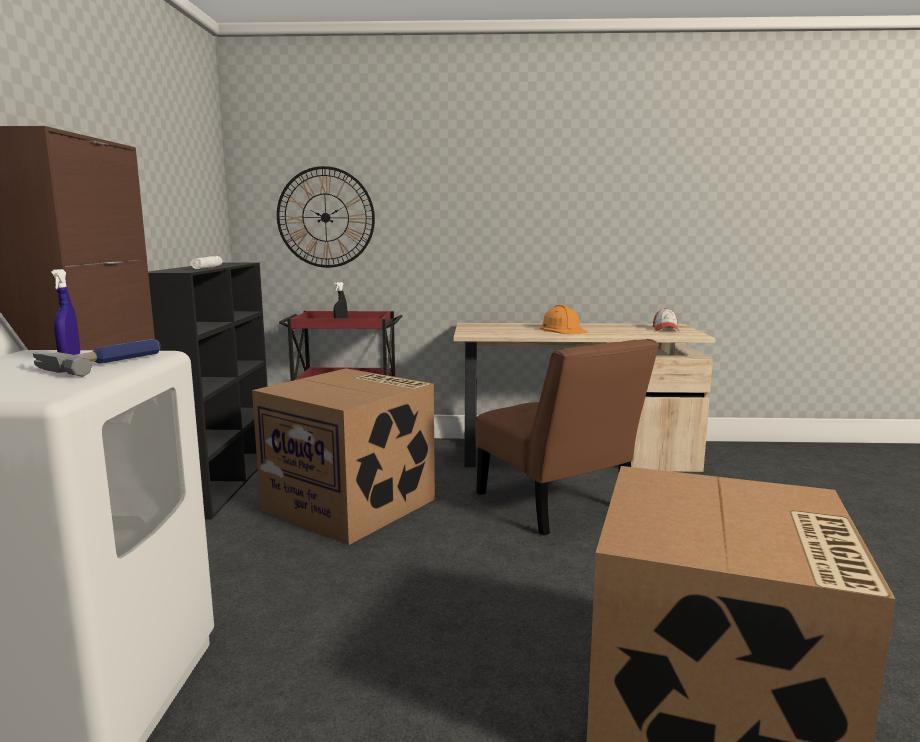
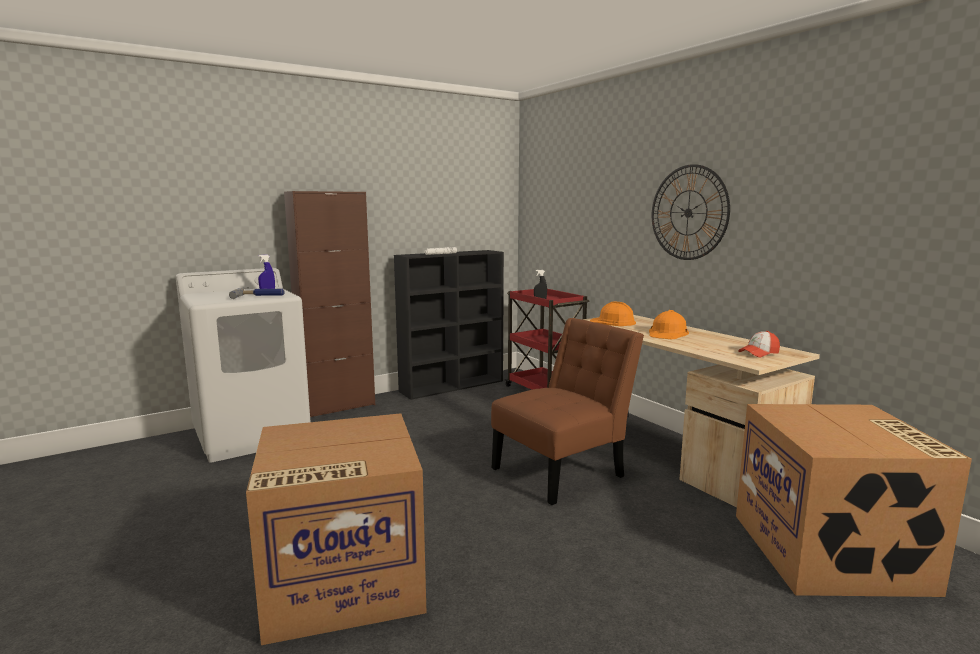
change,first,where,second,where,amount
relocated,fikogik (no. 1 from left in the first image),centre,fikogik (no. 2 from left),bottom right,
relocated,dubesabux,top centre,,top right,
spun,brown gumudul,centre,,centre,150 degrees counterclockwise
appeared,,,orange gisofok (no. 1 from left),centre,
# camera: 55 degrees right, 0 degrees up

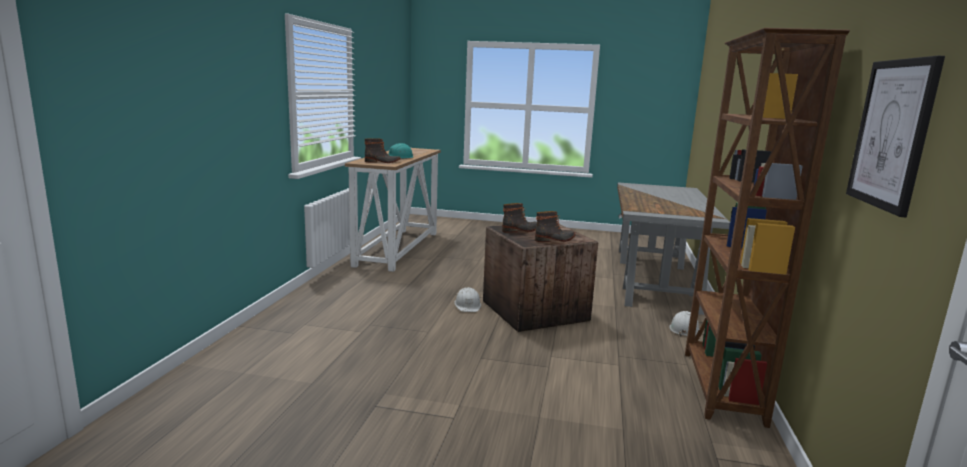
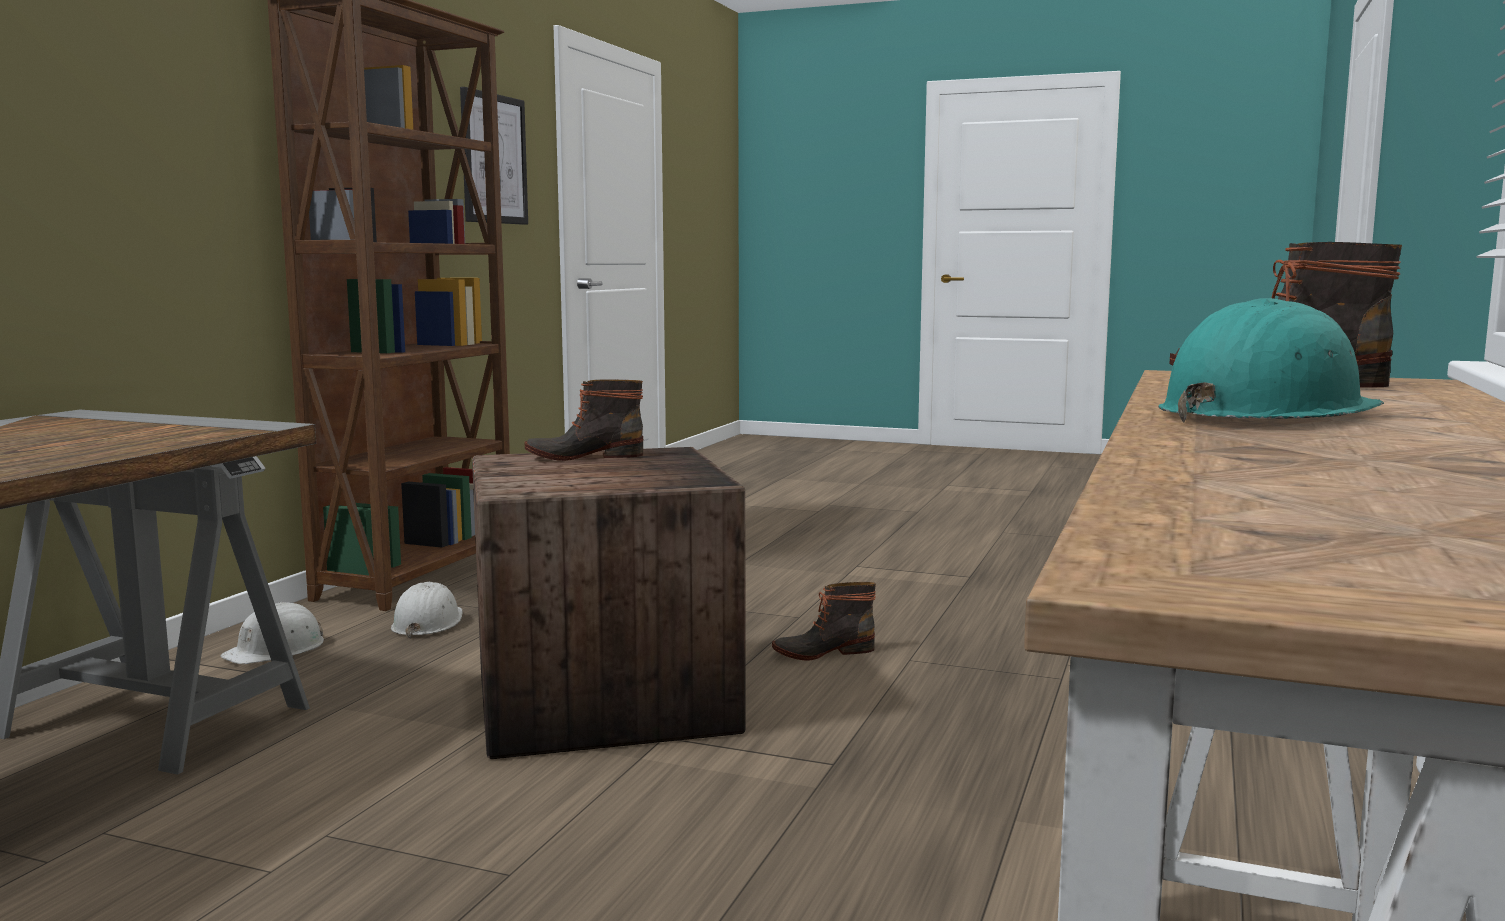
change,first,where,second,where,amount
relocated,white gisofok (no. 1 from left in the first image),centre,white gisofok (no. 2 from left),middle left,
relocated,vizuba (no. 2 from left),centre,,bottom centre,
# camera: 170 degrees left, 5 degrees down

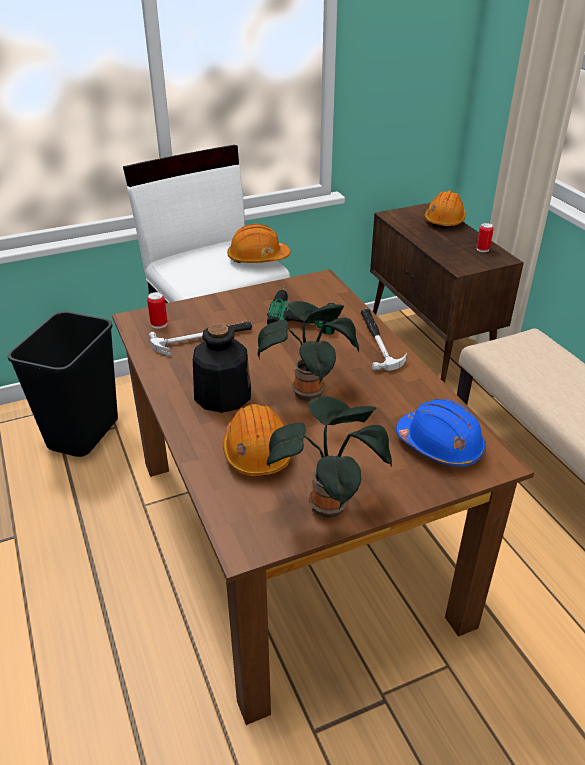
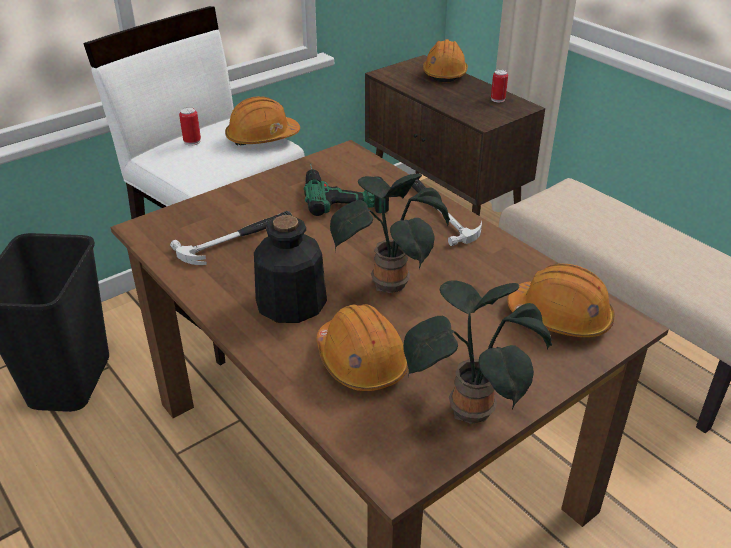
change,first,where,second,where,amount
relocated,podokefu (no. 1 from left),middle left,,top left,
colour,blue gisofok,middle right,orange gisofok (no. 4 from left),middle right,
# camera: 15 degrees left, 0 degrees up

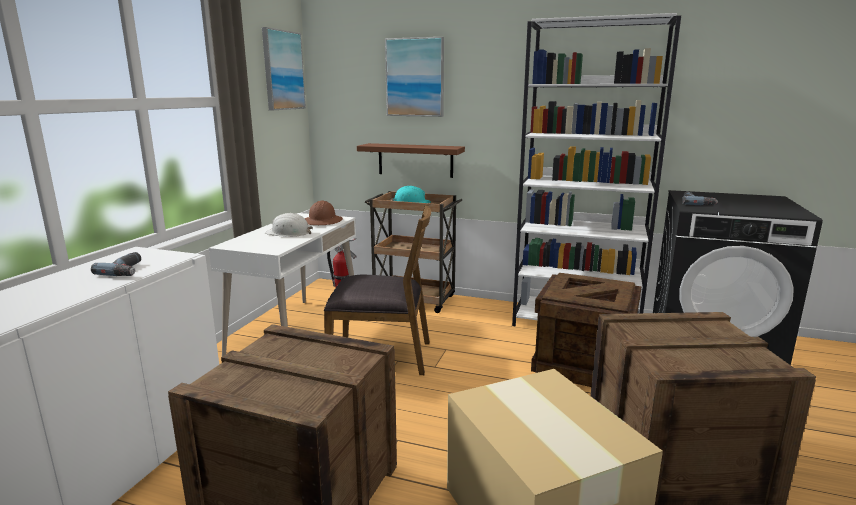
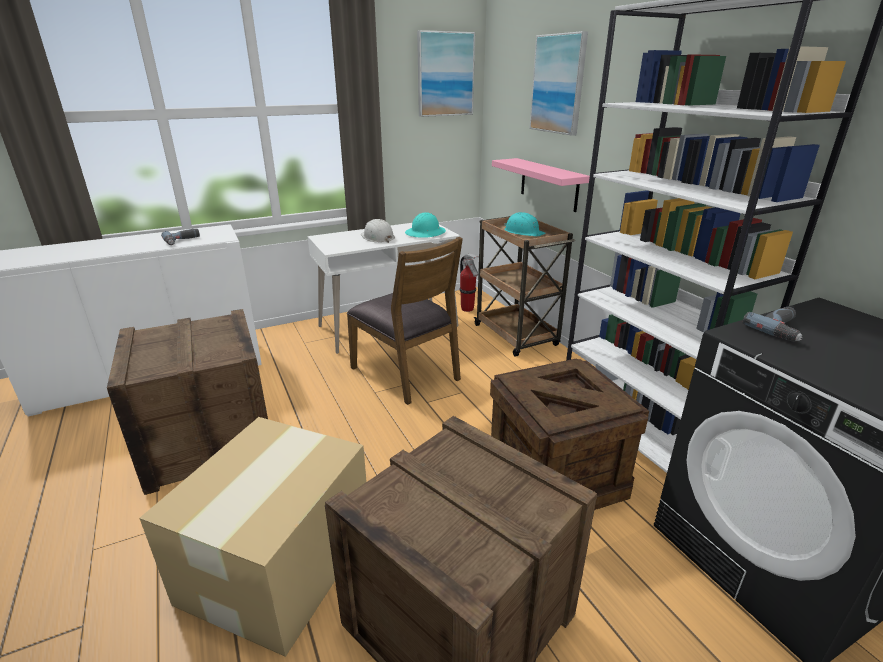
change,first,where,second,where,amount
colour,brown gisofok,centre,turquoise gisofok (no. 1 from left),centre,
colour,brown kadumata,top centre,pink kadumata,top centre,
# camera: 45 degrees right, 10 degrees up

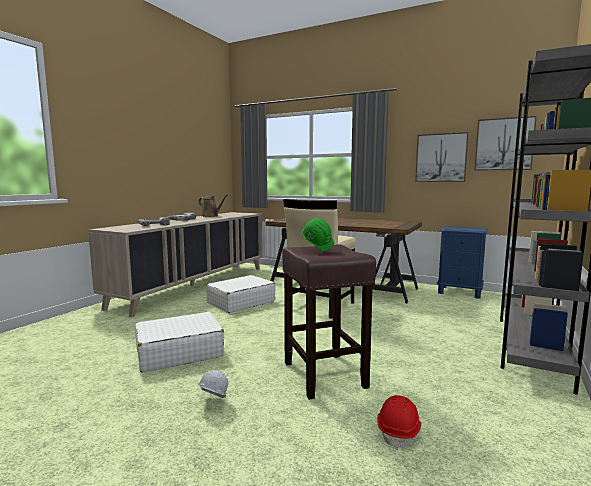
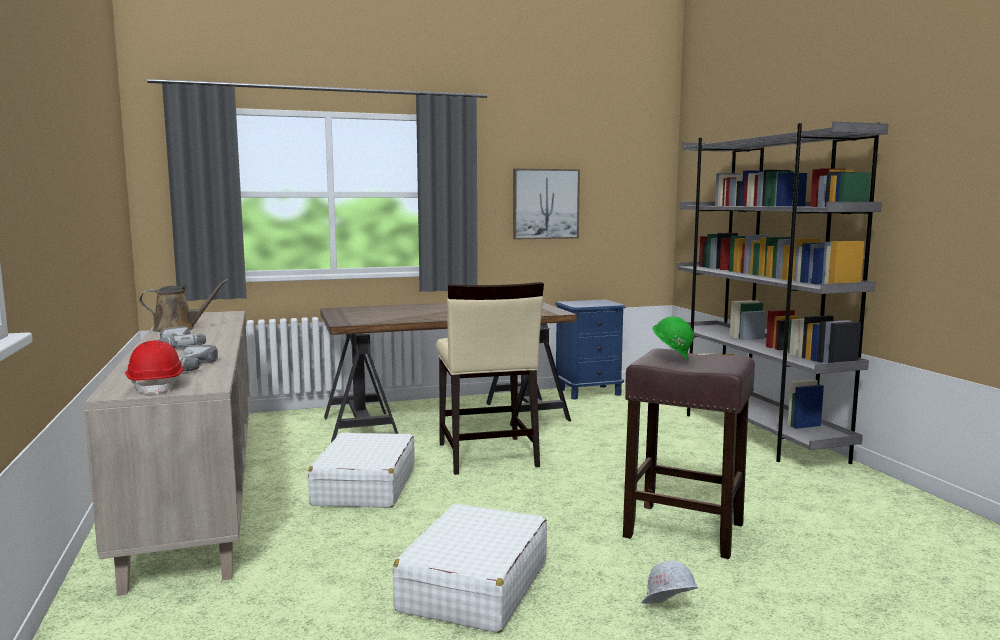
change,first,where,second,where,amount
relocated,red gisofok,bottom right,,middle left,
missing,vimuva (no. 2 from left),top right,,,
# camera: 45 degrees left, 0 degrees up

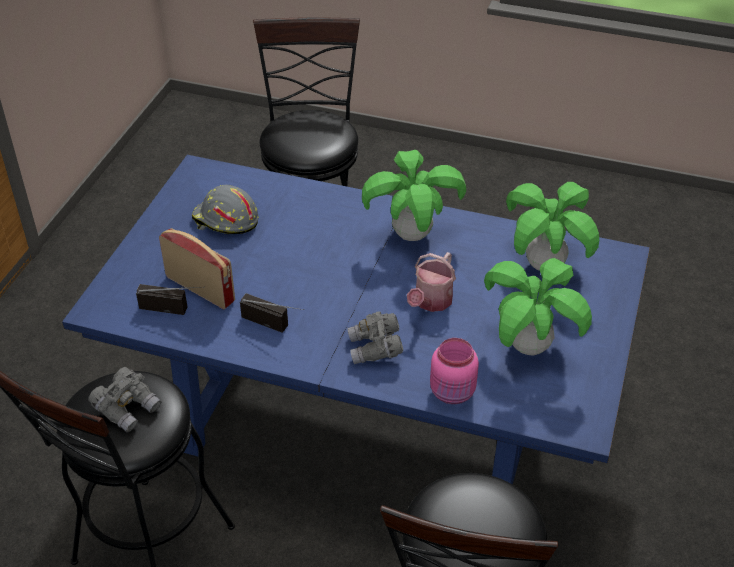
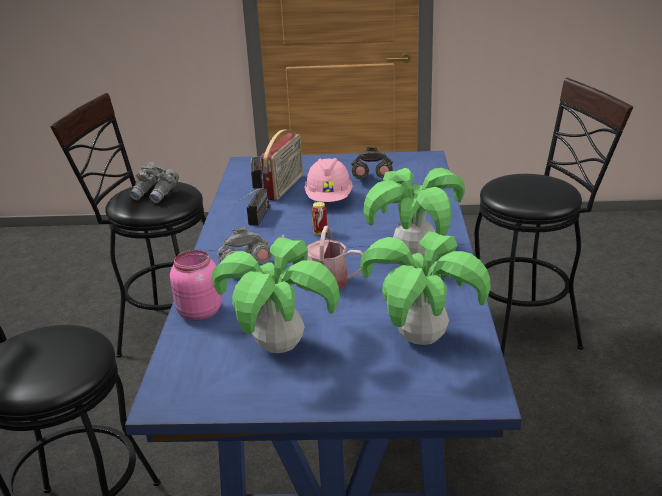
change,first,where,second,where,amount
exchanged,grey gisofok,middle left,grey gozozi (no. 3 from left),top centre,
appeared,,,pink gisofok,centre,
appeared,,,podokefu,centre,
# camera: 75 degrees right, 15 degrees down

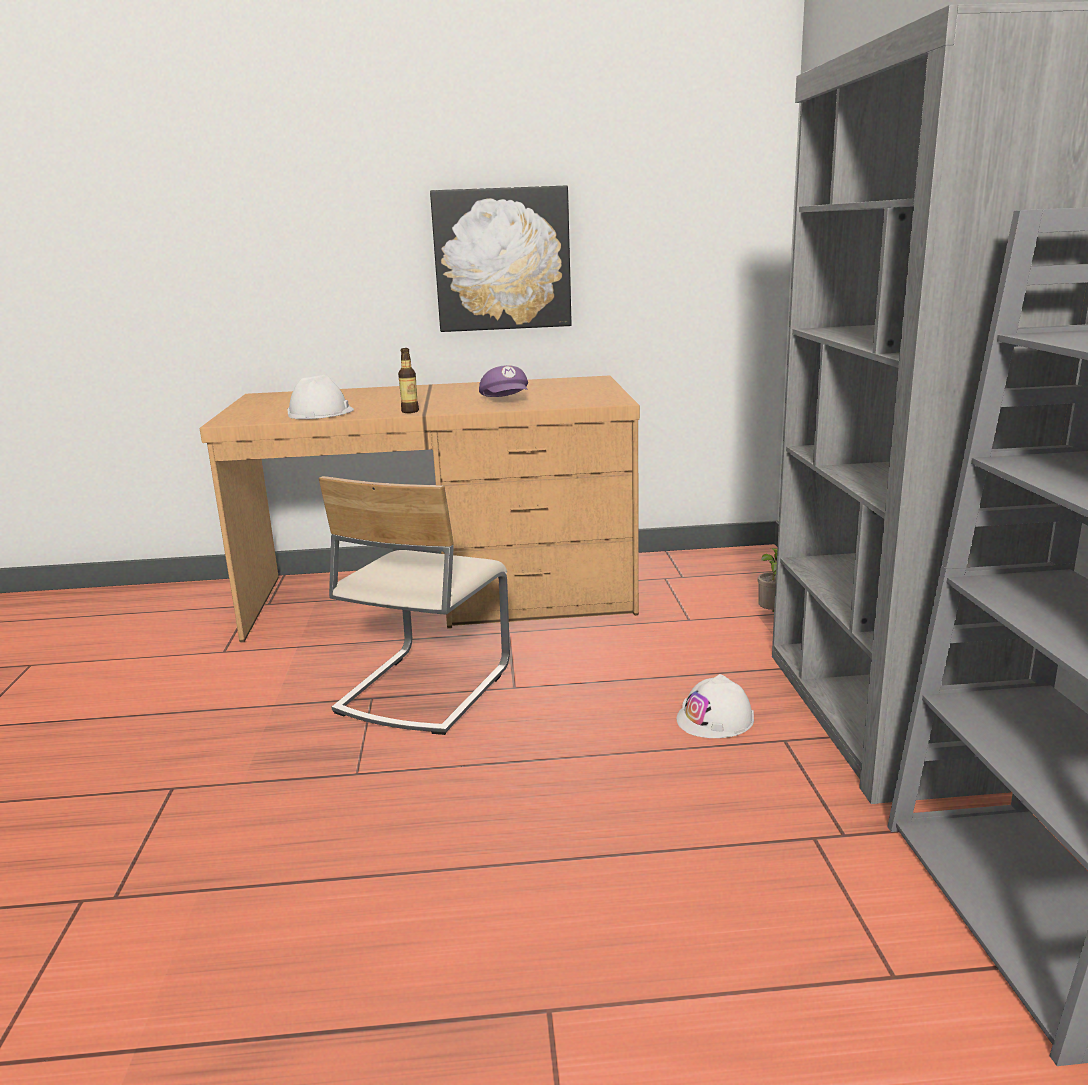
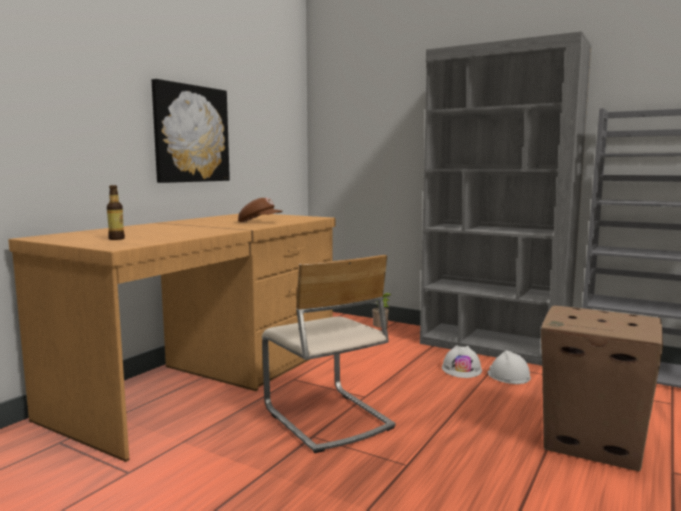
change,first,where,second,where,amount
relocated,white gisofok (no. 1 from left in the first image),middle left,white gisofok (no. 2 from left),bottom right,
relocated,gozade,centre,,middle left,
colour,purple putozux,centre,brown putozux,centre,
appeared,,,fikogik,bottom right,
# camera: 55 degrees left, 10 degrees down

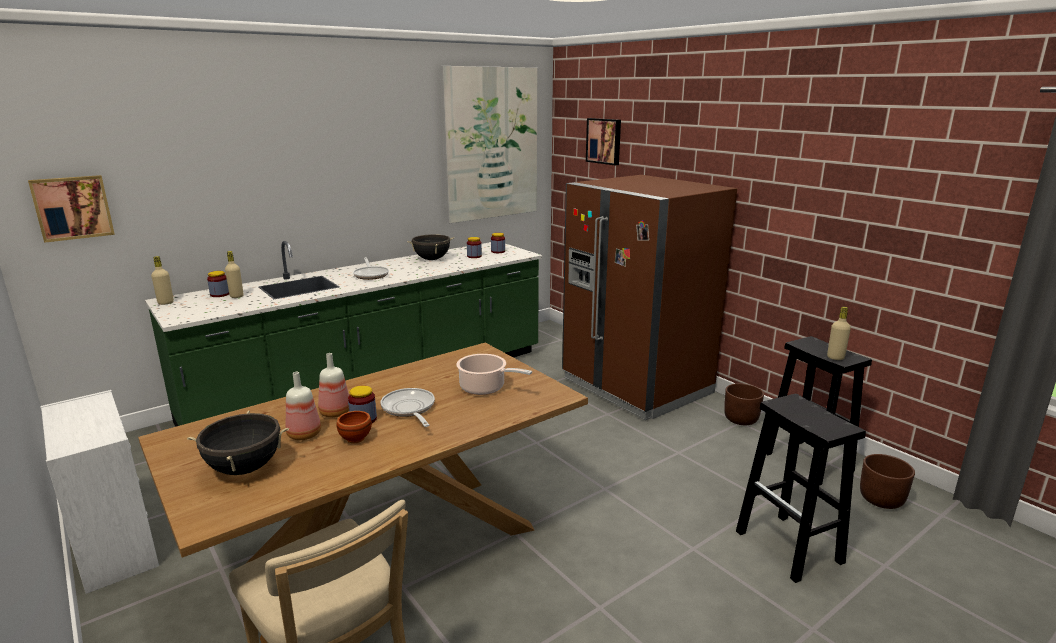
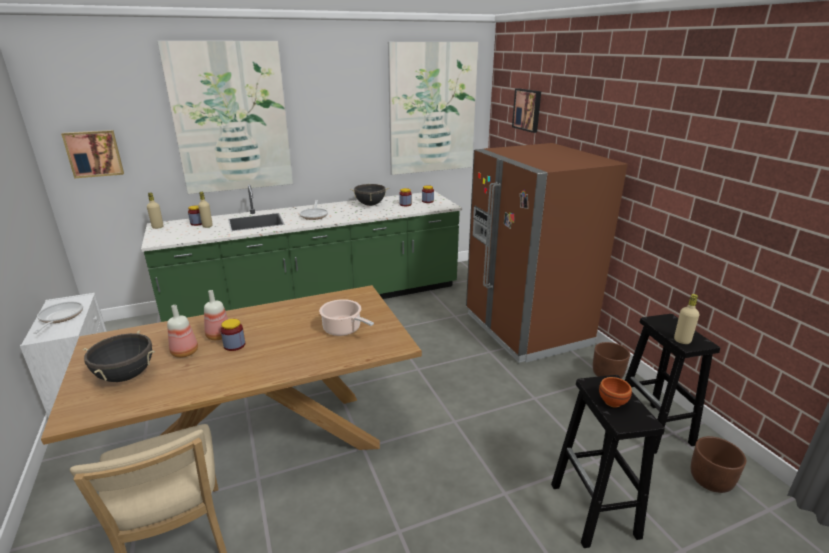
change,first,where,second,where,amount
relocated,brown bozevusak,centre,,bottom right,
relocated,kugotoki (no. 2 from left in the first image),centre,kugotoki (no. 1 from left),middle left,
appeared,,,vimuva (no. 2 from left),top left,
# camera: 15 degrees right, 5 degrees up

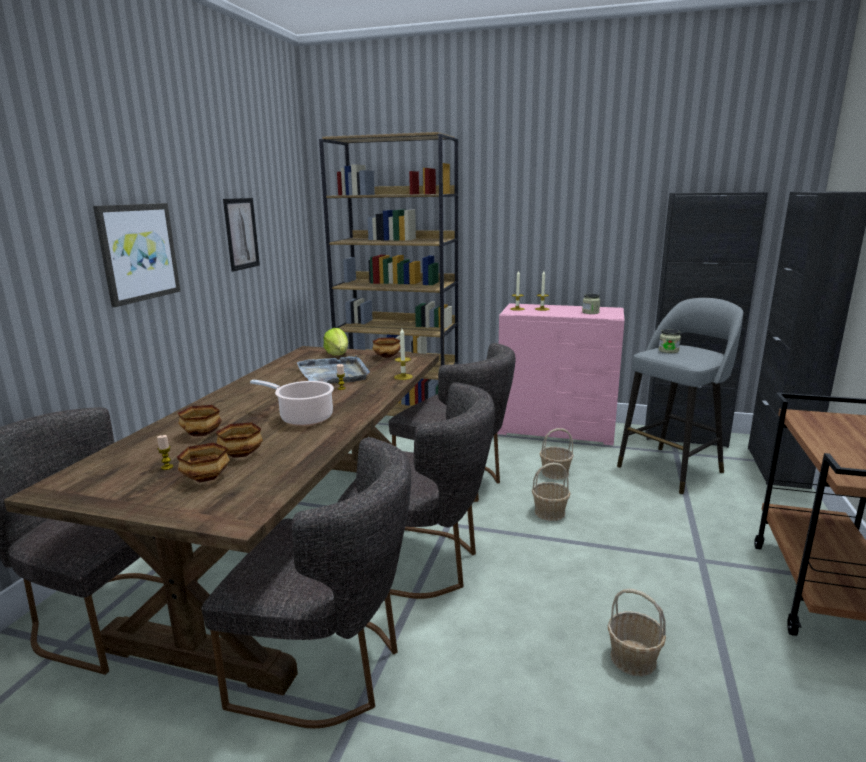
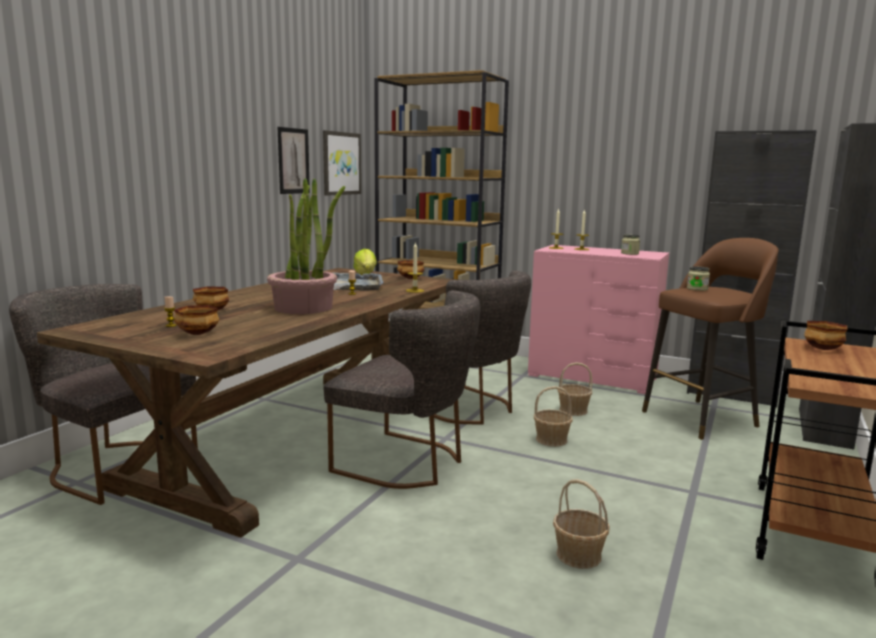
change,first,where,second,where,amount
relocated,vimuva (no. 1 from left in the first image),middle left,vimuva (no. 2 from left),top centre,
missing,grey gumudul (no. 2 from left),bottom centre,,,
relocated,bozevusak (no. 3 from left in the first image),middle left,bozevusak (no. 4 from left),middle right,
exchanged,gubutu,centre,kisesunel,centre,
colour,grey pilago,middle right,brown pilago,middle right,
# camera: 10 degrees right, 5 degrees down

